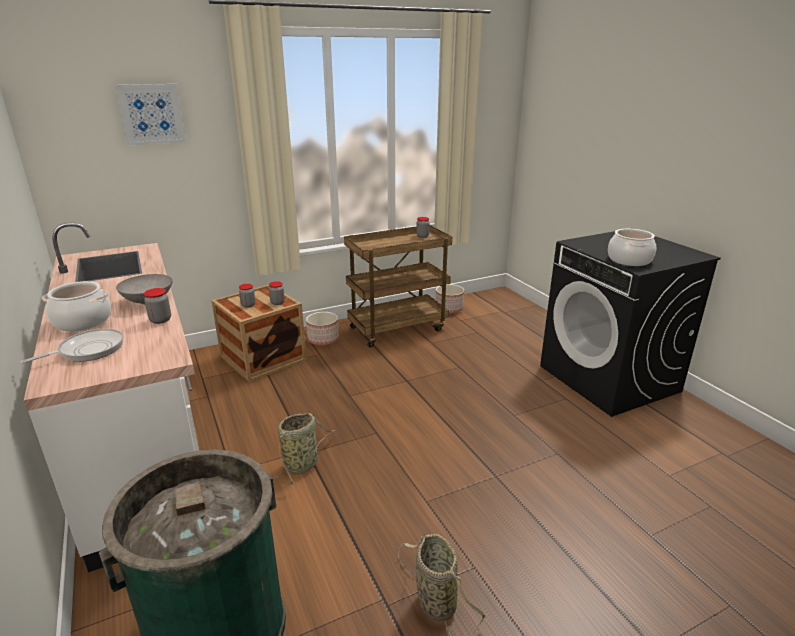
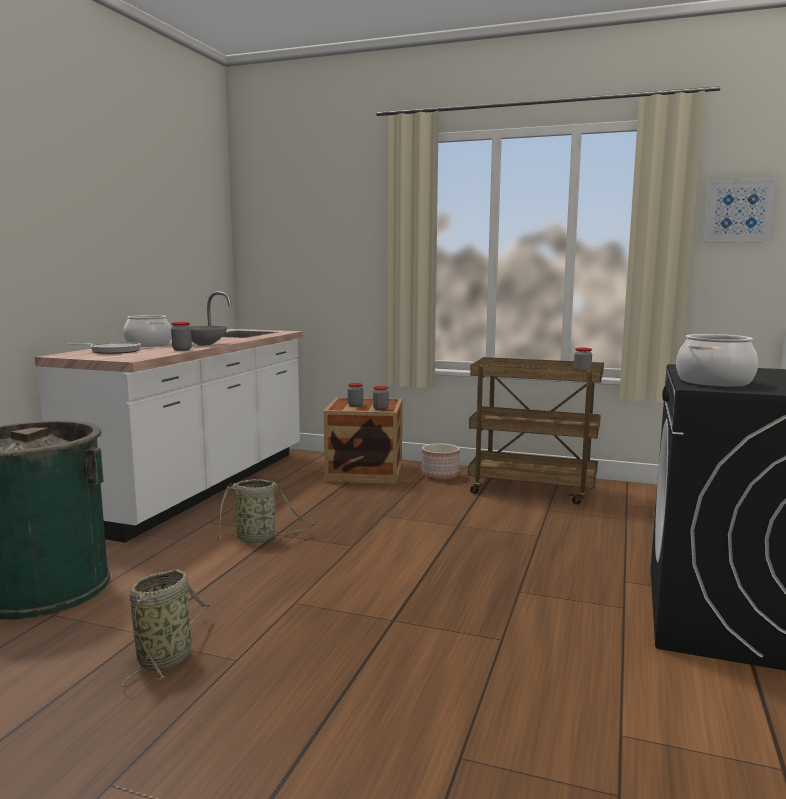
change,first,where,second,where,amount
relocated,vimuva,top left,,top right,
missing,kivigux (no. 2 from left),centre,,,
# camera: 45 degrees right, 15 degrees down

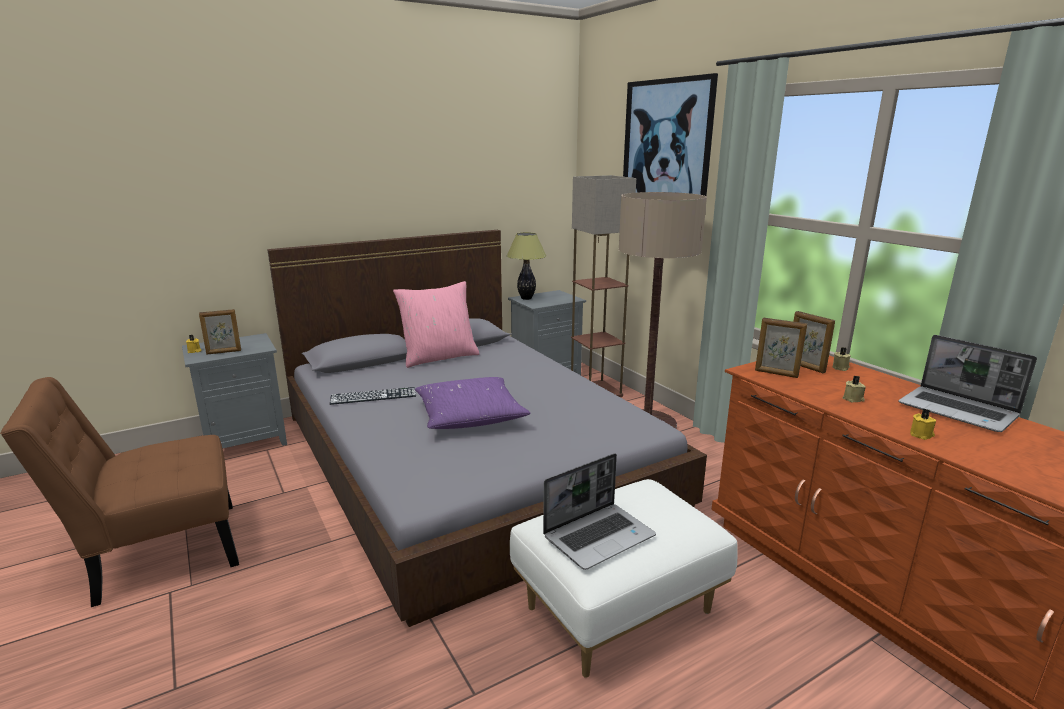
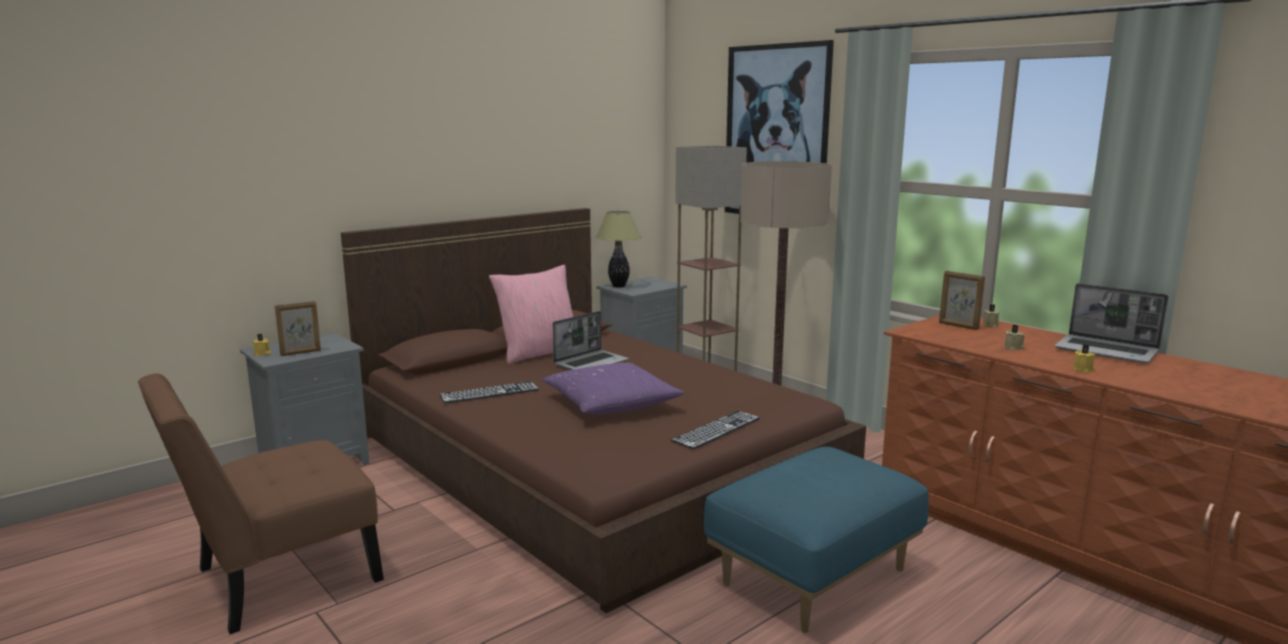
change,first,where,second,where,amount
colour,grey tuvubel,centre,brown tuvubel,centre,
colour,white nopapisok,bottom centre,blue nopapisok,bottom centre,
relocated,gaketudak (no. 1 from left),bottom centre,,centre,
missing,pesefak (no. 2 from left),middle right,,,
appeared,,,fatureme (no. 2 from left),bottom centre,
# camera: 10 degrees left, 5 degrees down

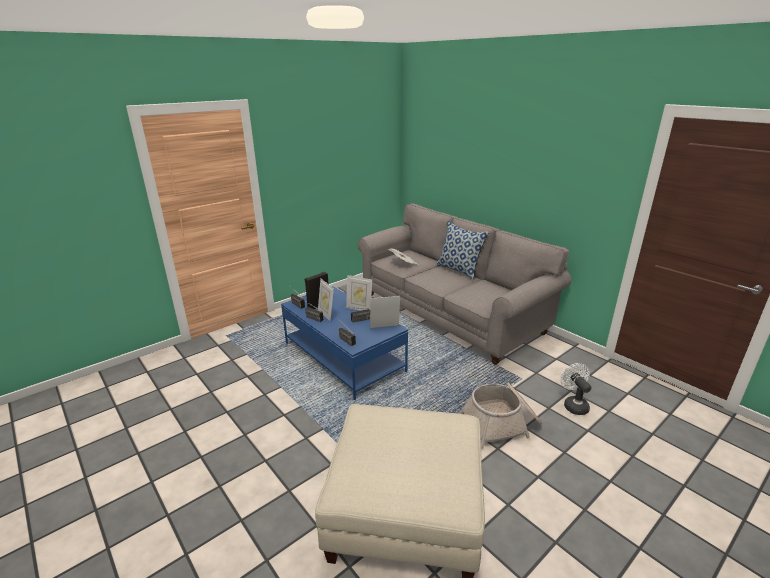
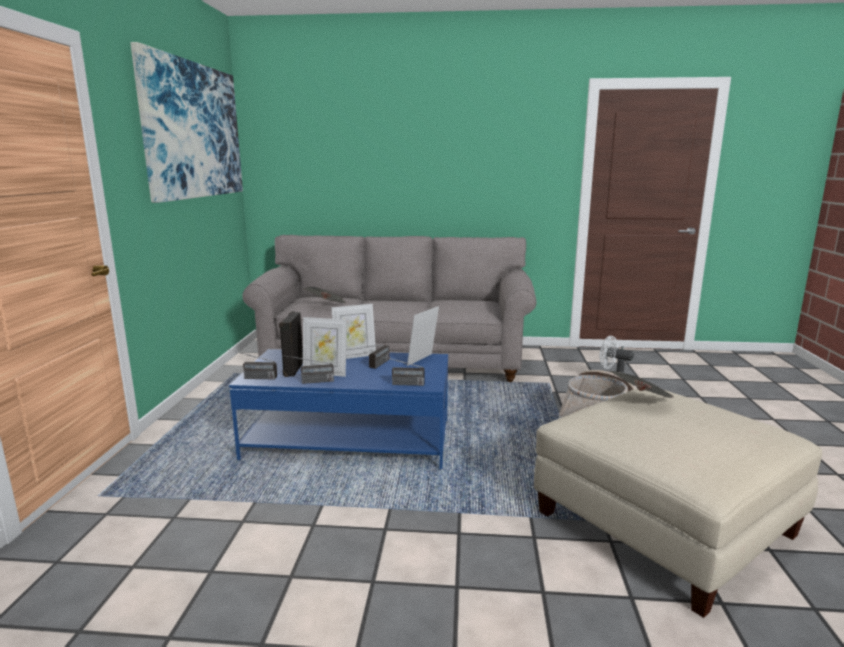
change,first,where,second,where,amount
missing,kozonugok,centre,,,
appeared,,,vimuva,top left,
appeared,,,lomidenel (no. 2 from left),middle right,
# camera: 45 degrees left, 10 degrees down

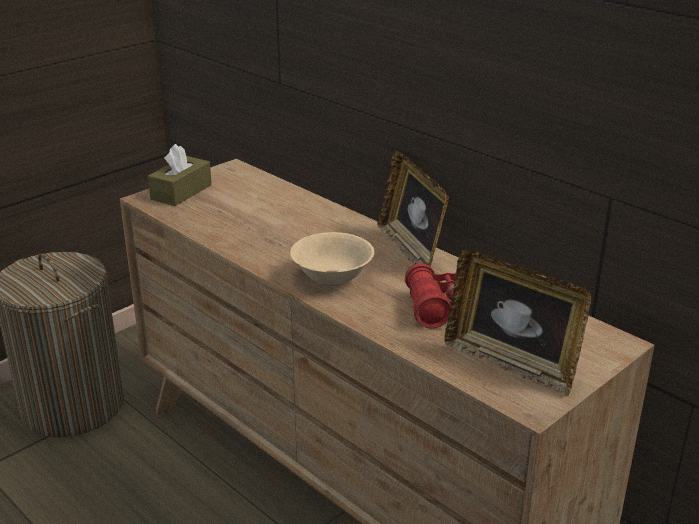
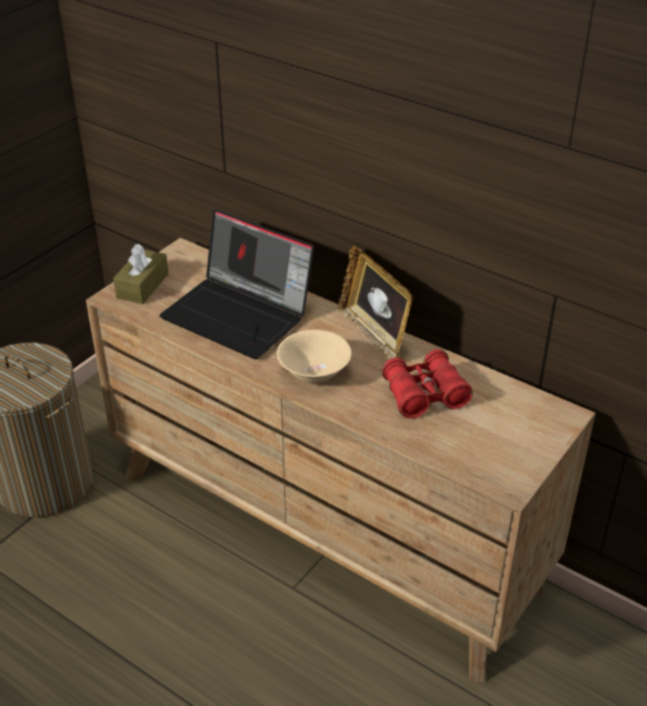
change,first,where,second,where,amount
missing,pesefak (no. 2 from left),middle right,,,
appeared,,,gaketudak,centre,
# camera: 10 degrees left, 10 degrees up

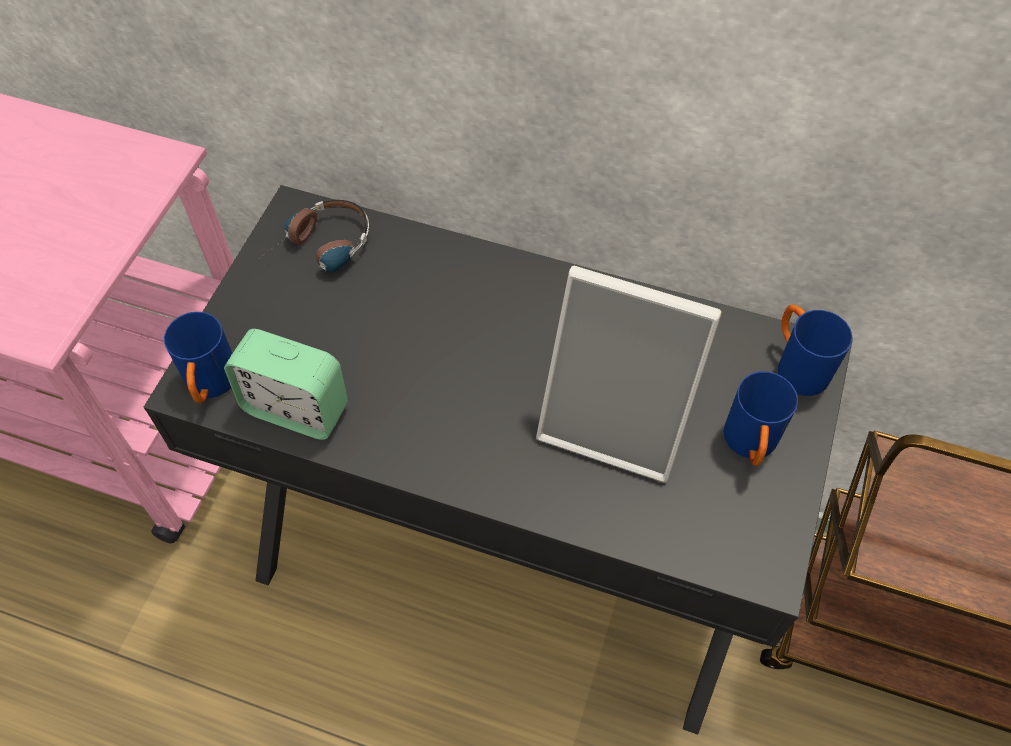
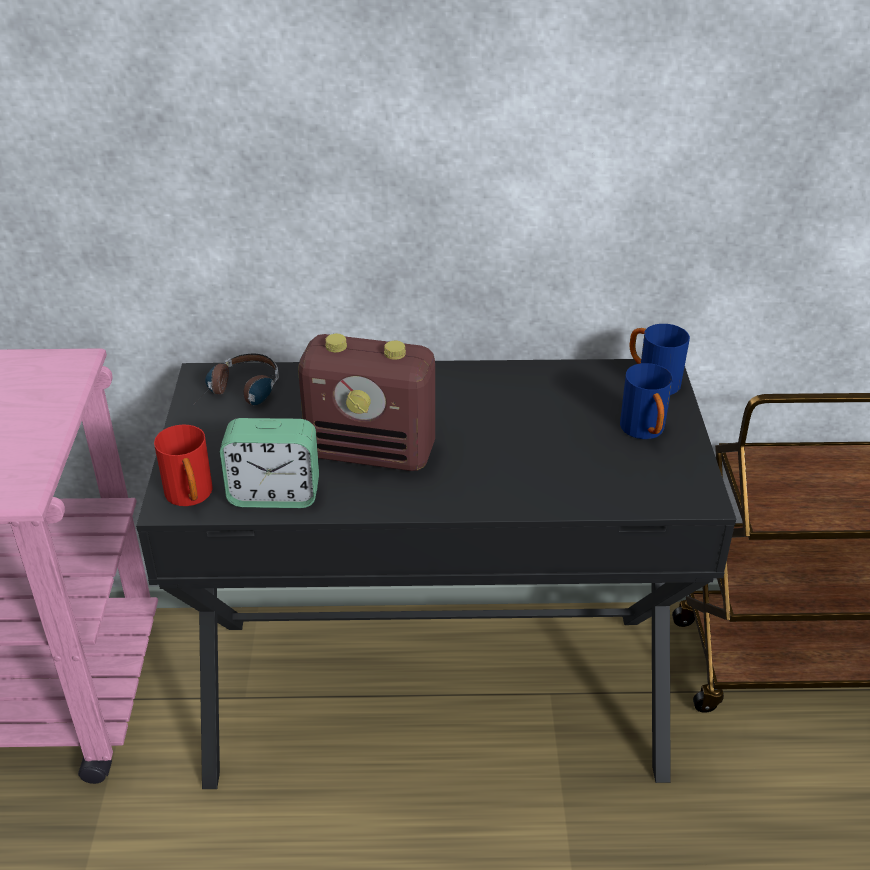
change,first,where,second,where,amount
colour,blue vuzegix (no. 1 from left),middle left,red vuzegix,middle left,
missing,pesefak,centre,,,
appeared,,,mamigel,centre,
# camera: 20 degrees left, 20 degrees down

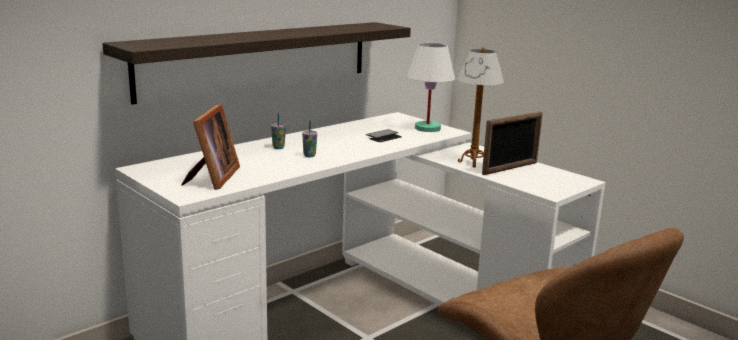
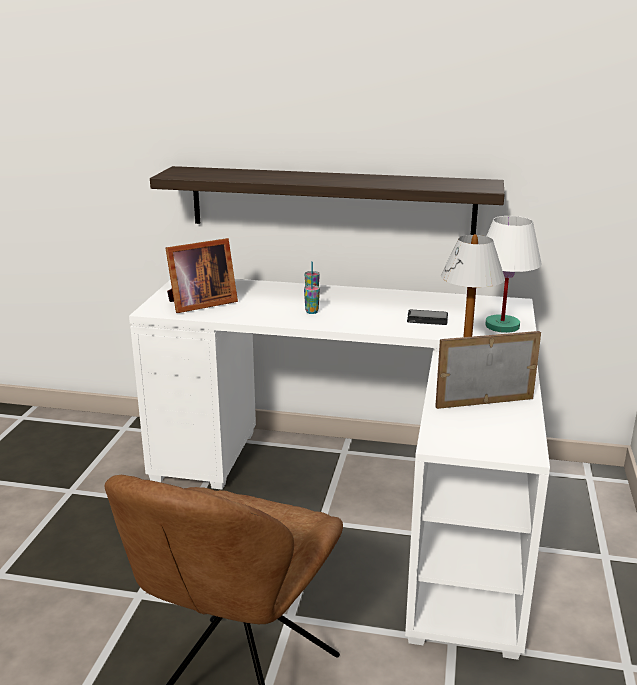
change,first,where,second,where,amount
spun,pesefak (no. 2 from left),middle right,,middle right,150 degrees clockwise
# camera: 55 degrees right, 5 degrees up

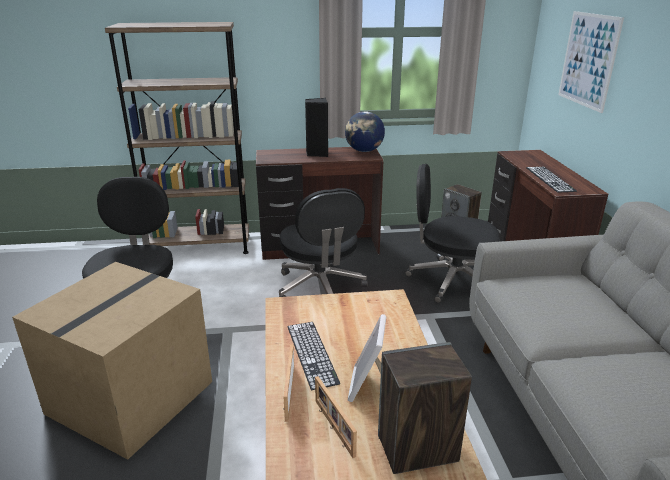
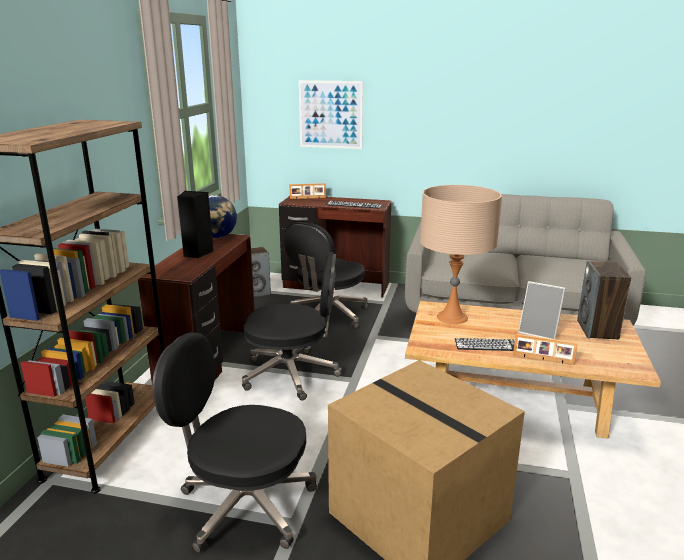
change,first,where,second,where,amount
relocated,pesefak (no. 2 from left in the first image),bottom centre,pesefak (no. 1 from left),centre,
appeared,,,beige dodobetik,middle right,
# camera: 70 degrees left, 5 degrees down

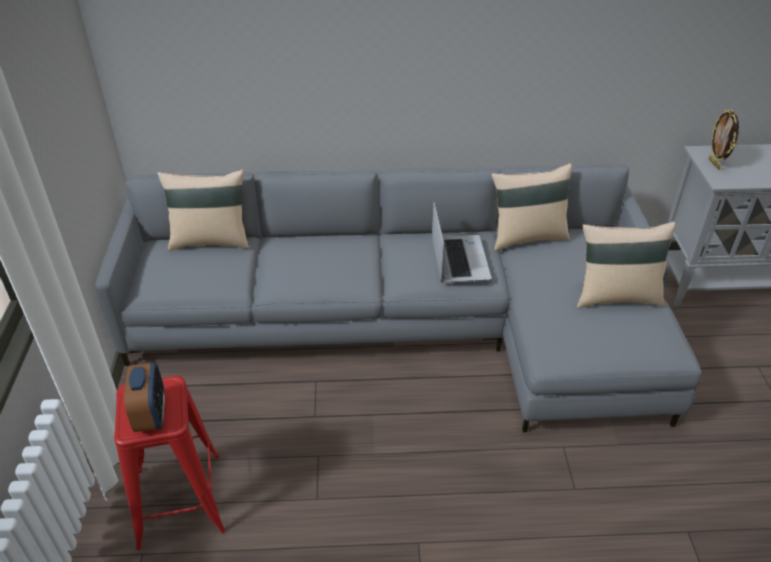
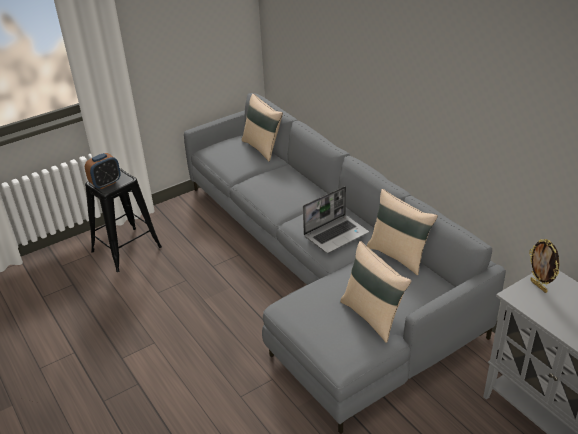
change,first,where,second,where,amount
colour,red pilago,bottom left,black pilago,middle left,
spun,pesefak,top right,,middle right,75 degrees counterclockwise
# camera: 60 degrees right, 5 degrees down

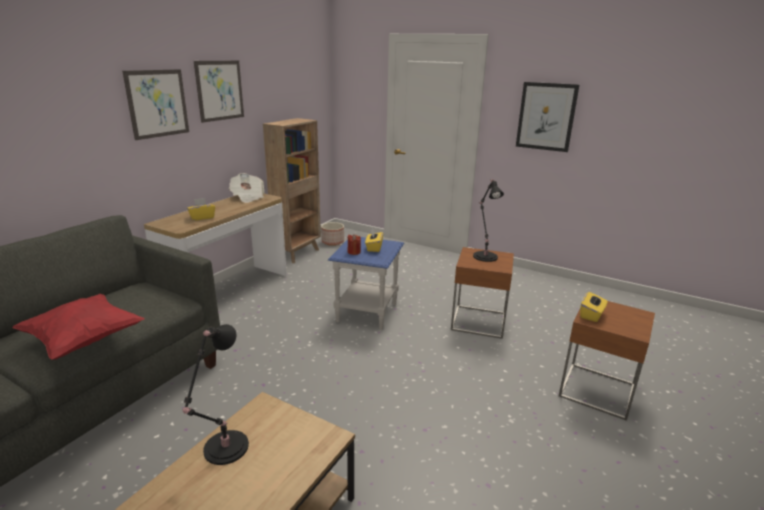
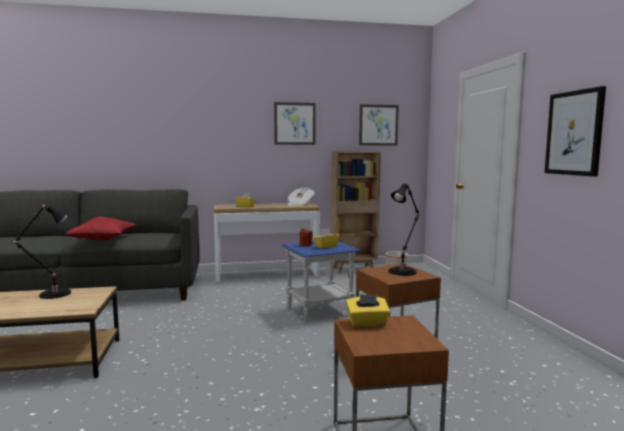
change,first,where,second,where,amount
relocated,vimuva (no. 1 from left in the first image),top left,vimuva (no. 2 from left),top centre,
# camera: 50 degrees right, 15 degrees down

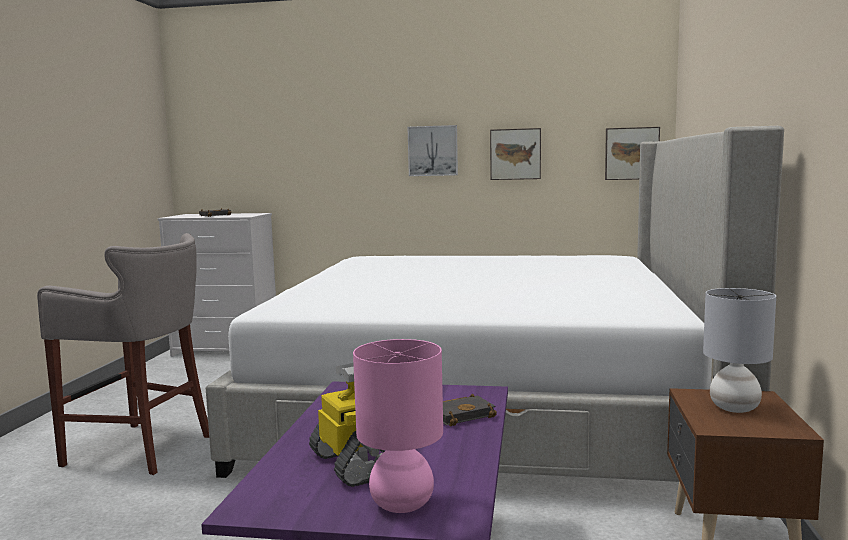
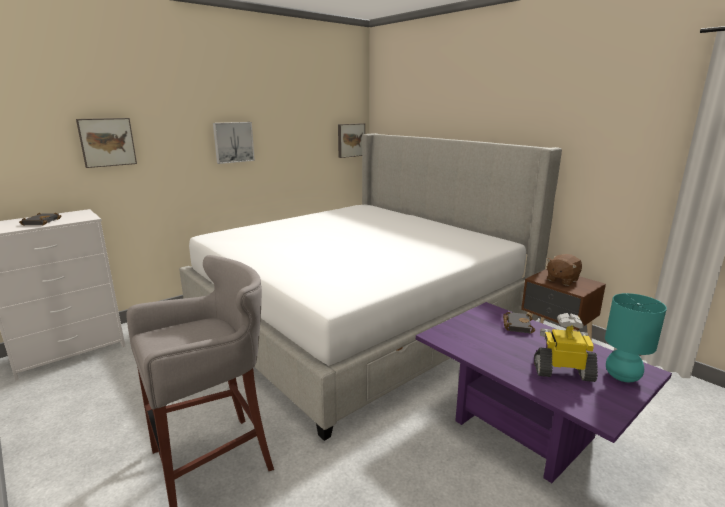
change,first,where,second,where,amount
colour,pink dodobetik,bottom centre,turquoise dodobetik,middle right,
relocated,vimuva (no. 2 from left in the first image),top centre,vimuva (no. 1 from left),top left,
exchanged,grey dodobetik,middle right,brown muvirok,middle right,
# camera: 50 degrees left, 10 degrees up

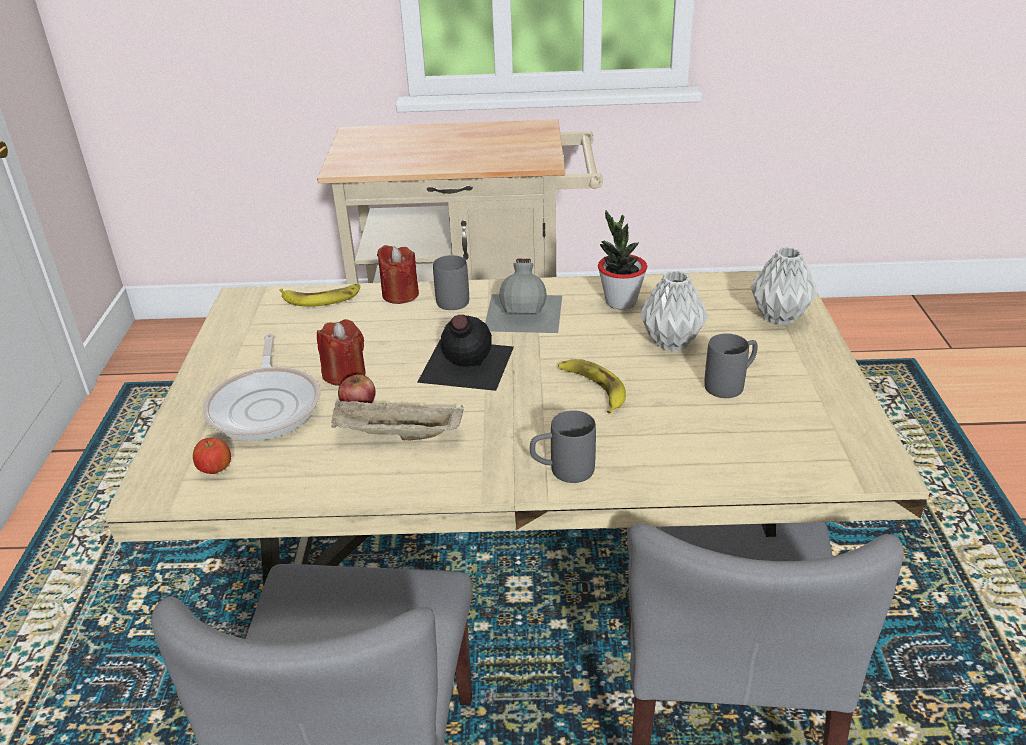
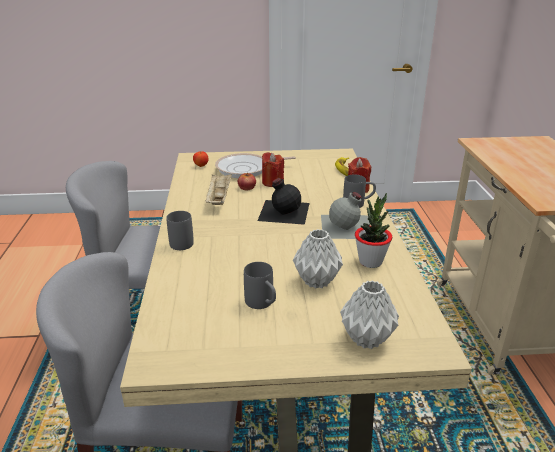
change,first,where,second,where,amount
missing,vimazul (no. 2 from left),centre,,,
# camera: 85 degrees right, 5 degrees down

